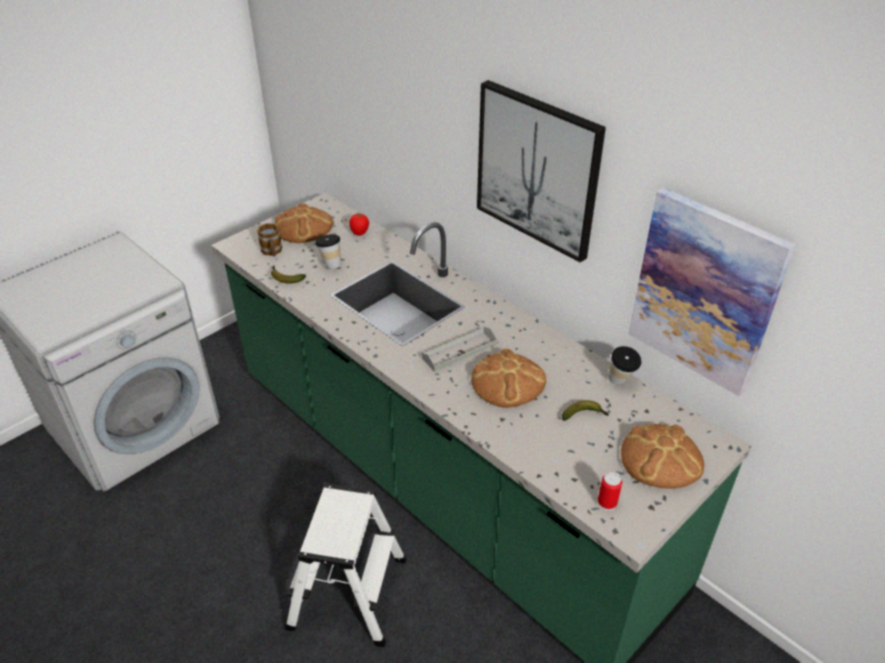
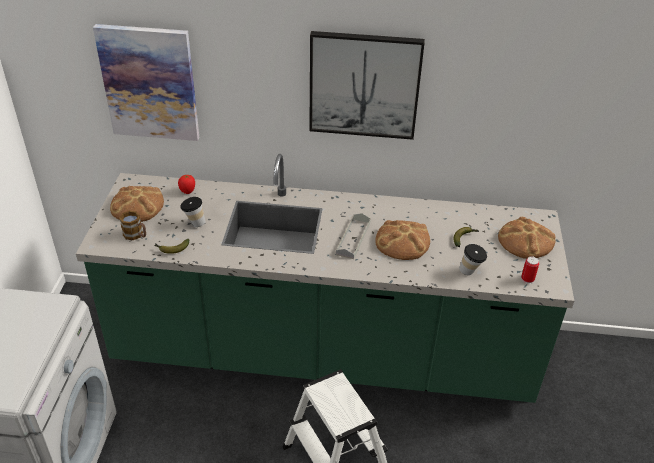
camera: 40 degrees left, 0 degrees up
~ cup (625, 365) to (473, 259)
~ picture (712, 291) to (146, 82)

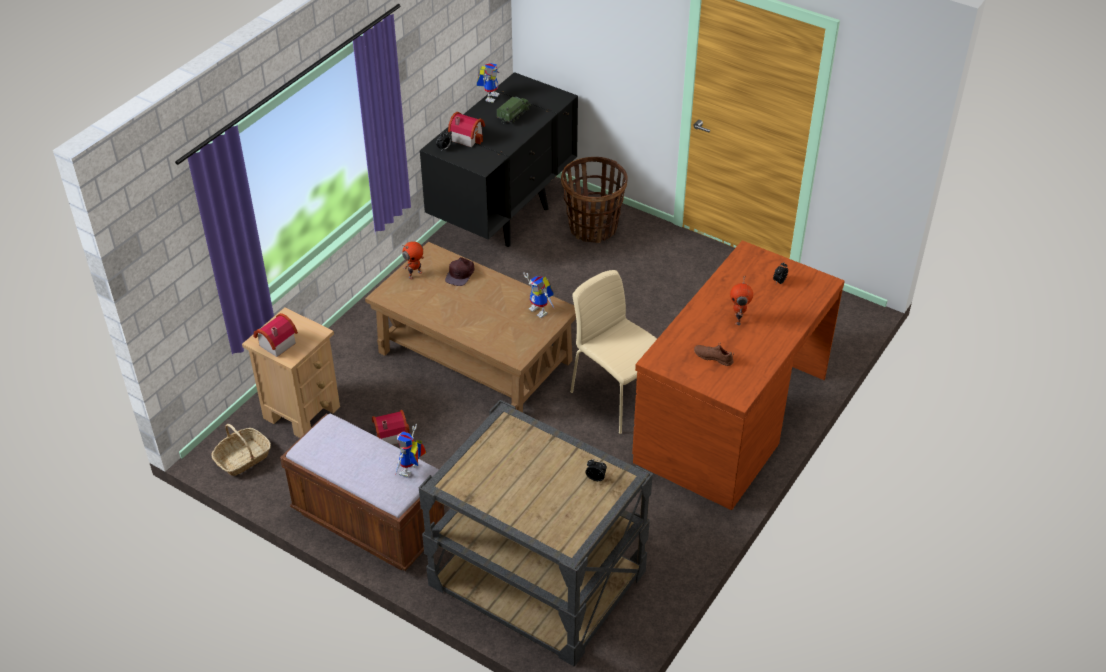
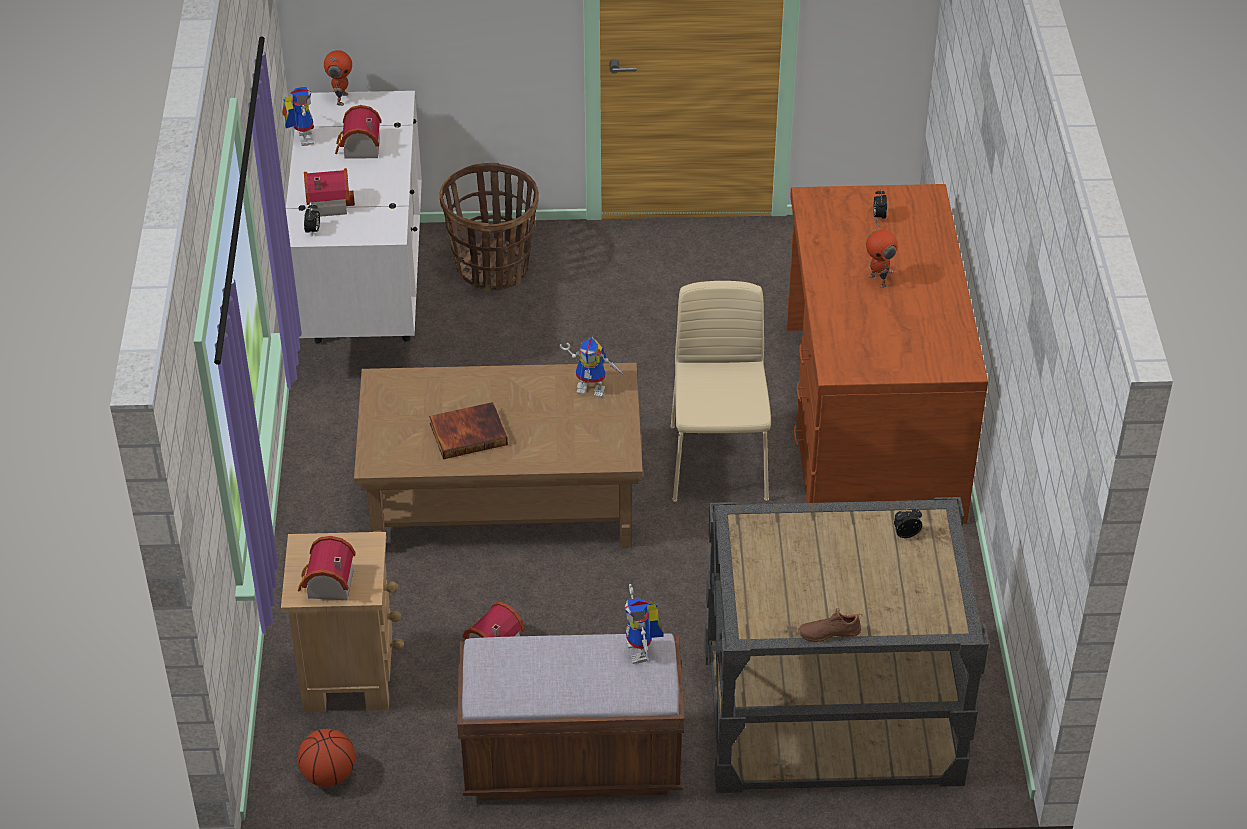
camera: 35 degrees left, 0 degrees up
~ basket (241, 450) to basketball (326, 758)
~ toy robot (413, 260) to (338, 78)
~ dresser in black (499, 159) to dresser in white (354, 217)
- cap in brown (459, 271)
~ toy truck (514, 109) to toy house (358, 132)
~ chair in beige (613, 352) = (720, 391) 75 degrees clockwise
~ shoe in brown (714, 354) to (830, 625)
+ book (468, 430)

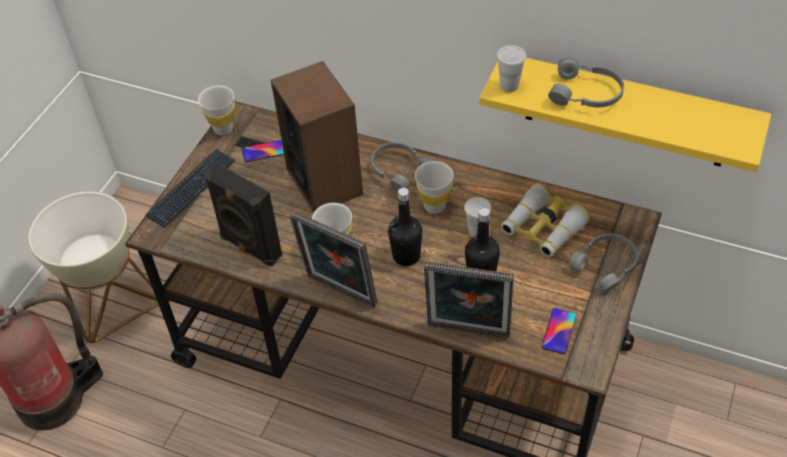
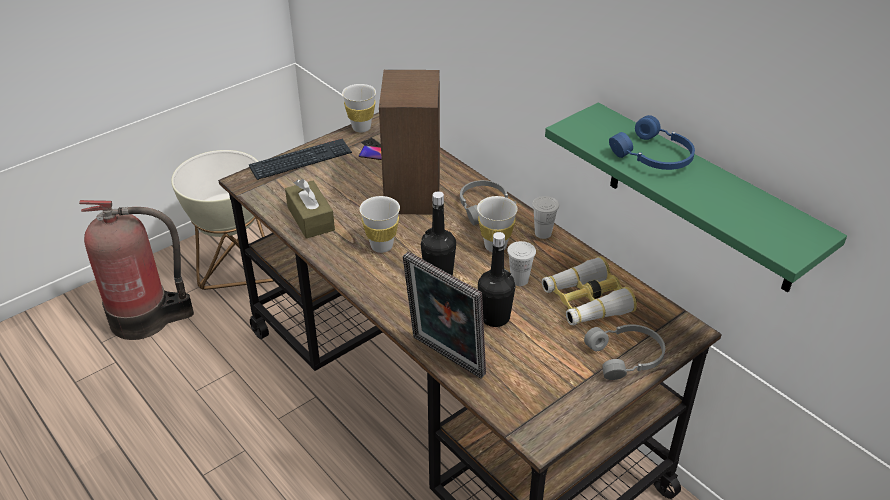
camera: 25 degrees right, 10 degrees down
~ speaker in black (243, 215) to tissue box in brown (310, 209)
- picture frame (333, 259)
~ shelf in yellow (625, 115) to shelf in green (696, 197)
~ cup in white (511, 68) to (545, 217)
- phone (559, 331)
~ headphones in grey (586, 81) to headphones in blue (652, 142)

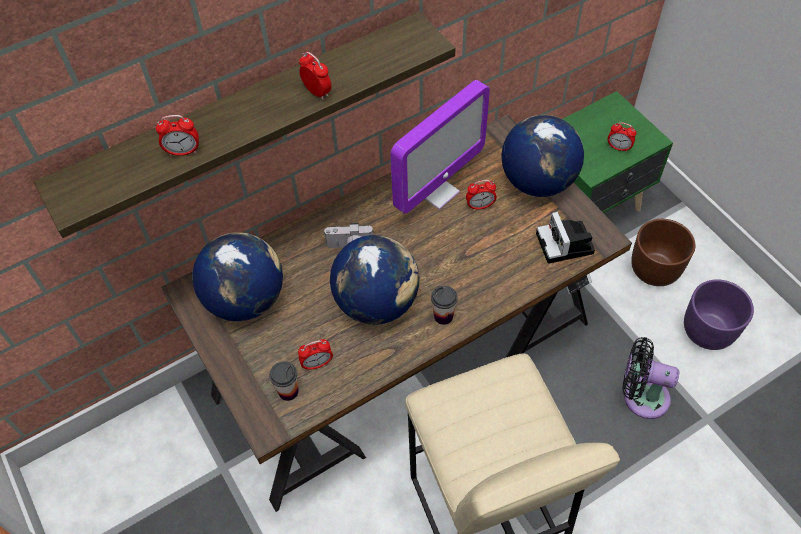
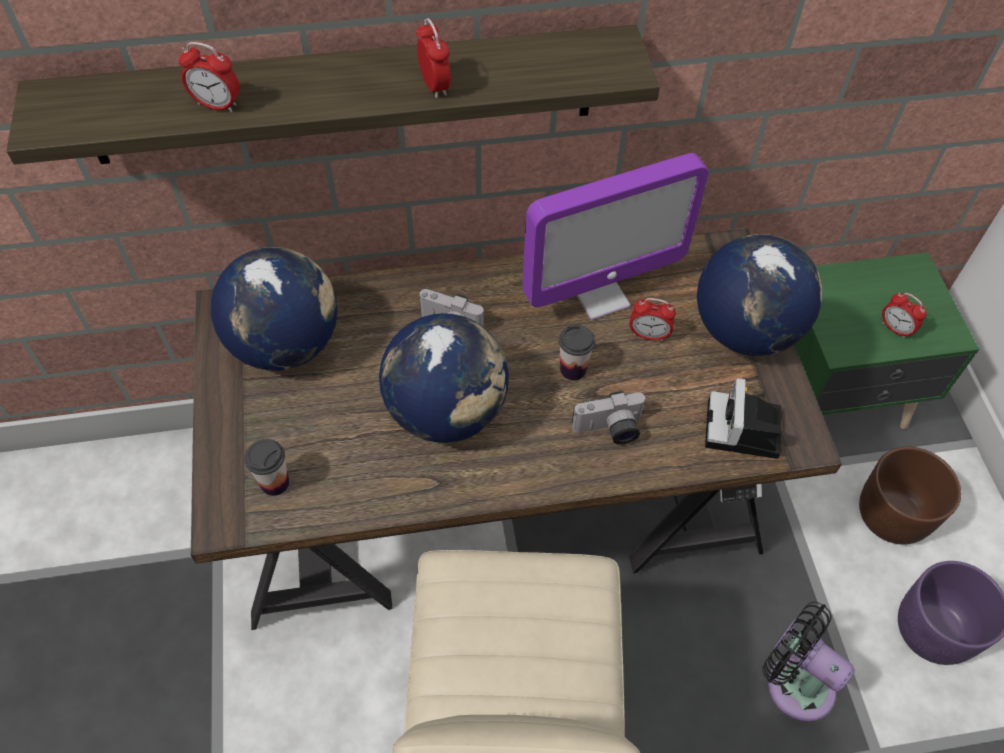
camera: 20 degrees right, 0 degrees up
- alarm clock (315, 355)
~ cup (444, 305) to (577, 352)
+ photo camera (609, 418)

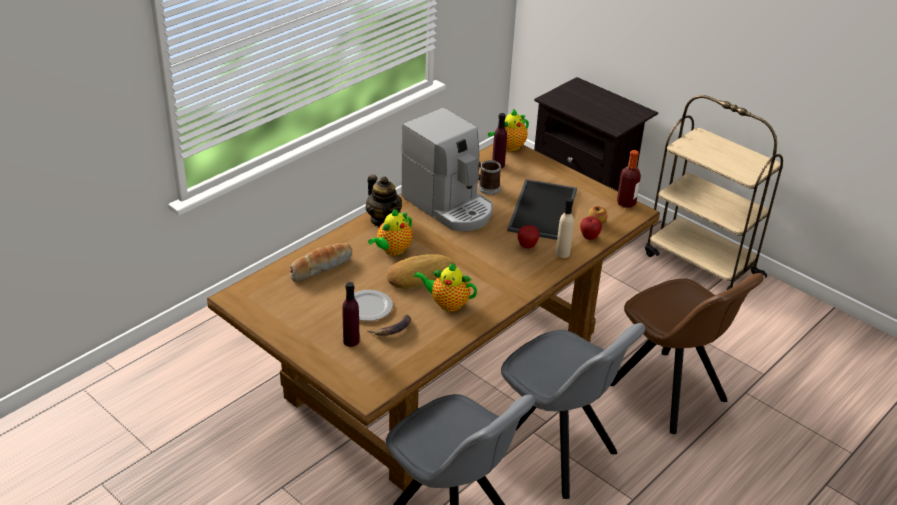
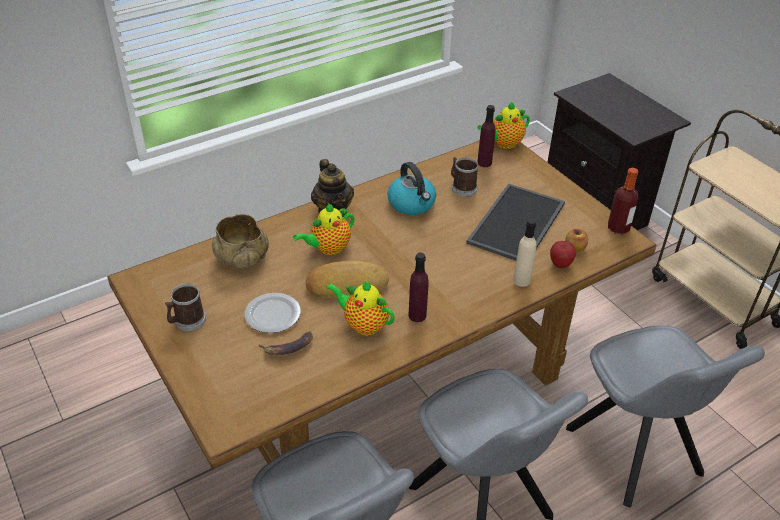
camera: 15 degrees right, 5 degrees up
~ bread (321, 262) to bowl in beige (240, 241)
~ bottle in purple (350, 314) to (418, 287)
~ coffee machine (447, 169) to kettle (411, 188)
- apple (529, 237)
~ chair in brown (687, 353) to chair in grey (665, 417)
+ mug (185, 307)

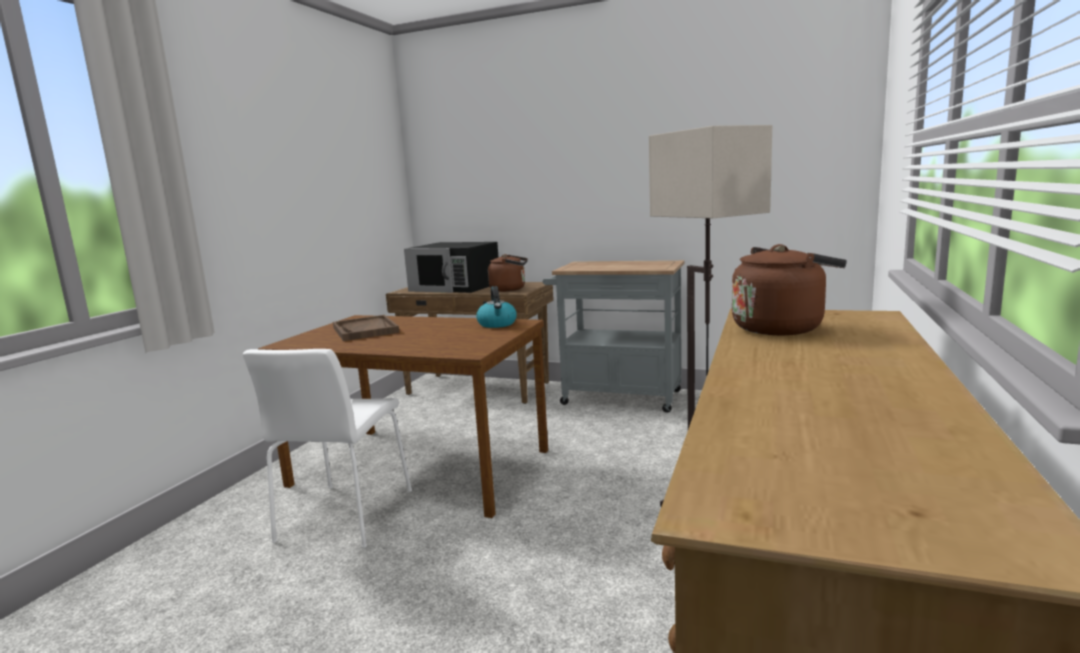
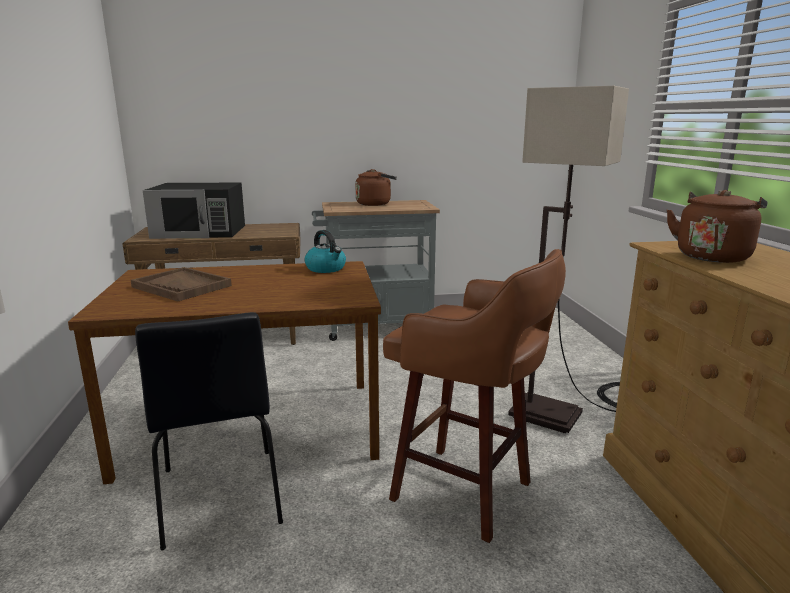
camera: 30 degrees left, 5 degrees up
~ chair in white (327, 448) to chair in black (209, 431)
~ kettle in brown (508, 273) to (376, 187)
+ stool in brown (474, 396)

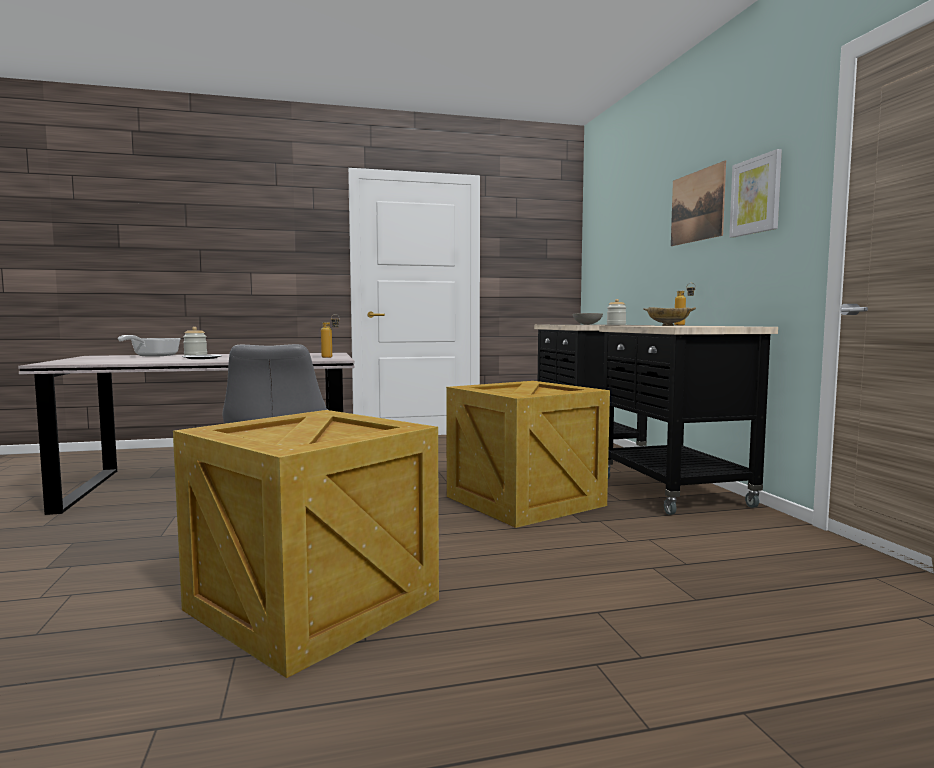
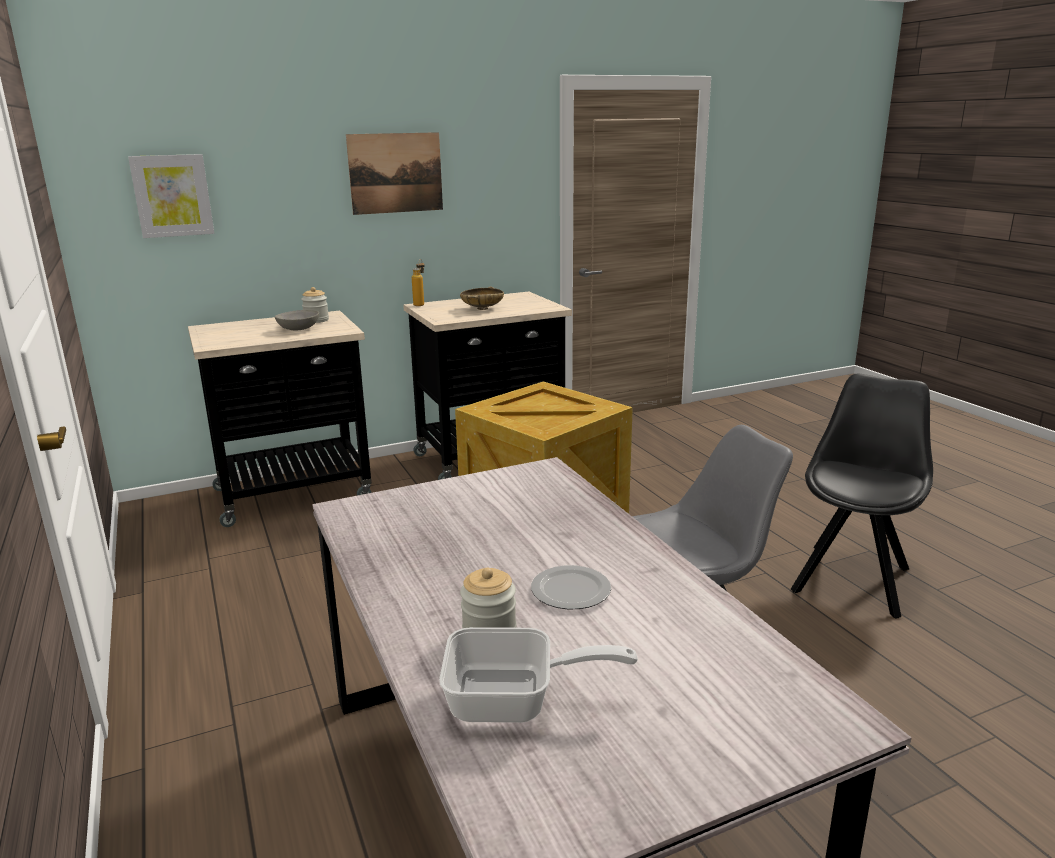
camera: 100 degrees left, 15 degrees up
~ crate (306, 544) to chair in black (862, 496)
- bottle (330, 336)
~ picture (755, 193) to (171, 196)

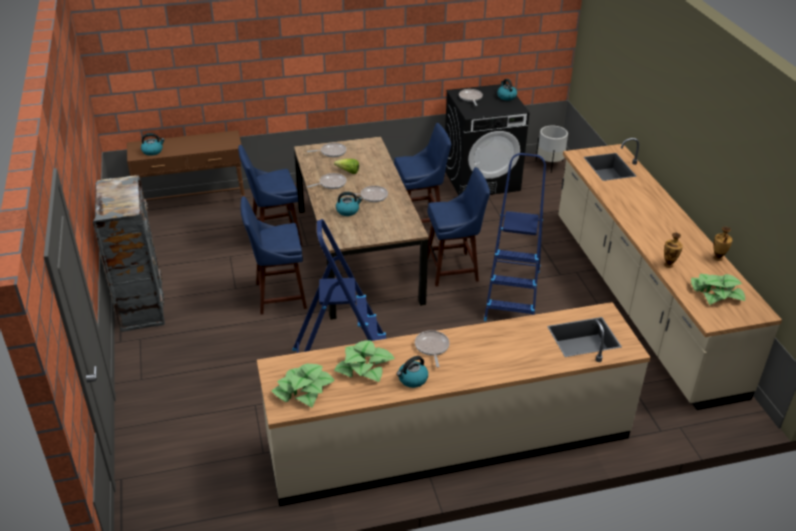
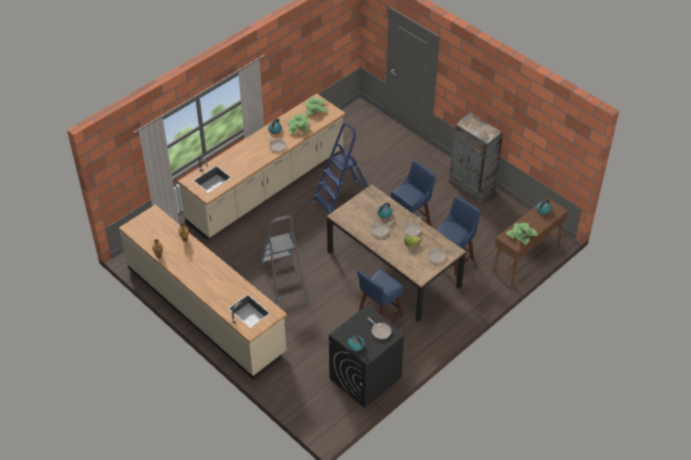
camera: 150 degrees right, 10 degrees up
- chair in blue (458, 226)
~ step ladder in blue (515, 237) to step ladder in grey (283, 260)
- planter in white (552, 149)
~ potted plant (718, 289) to (522, 234)

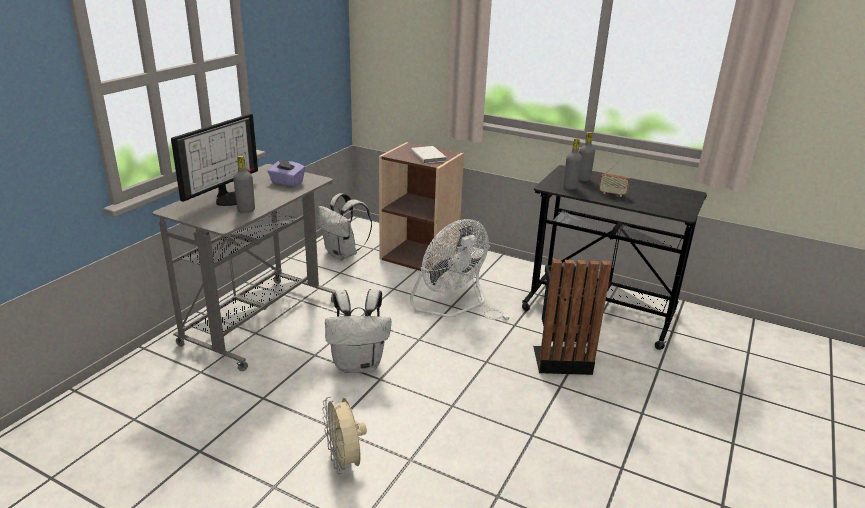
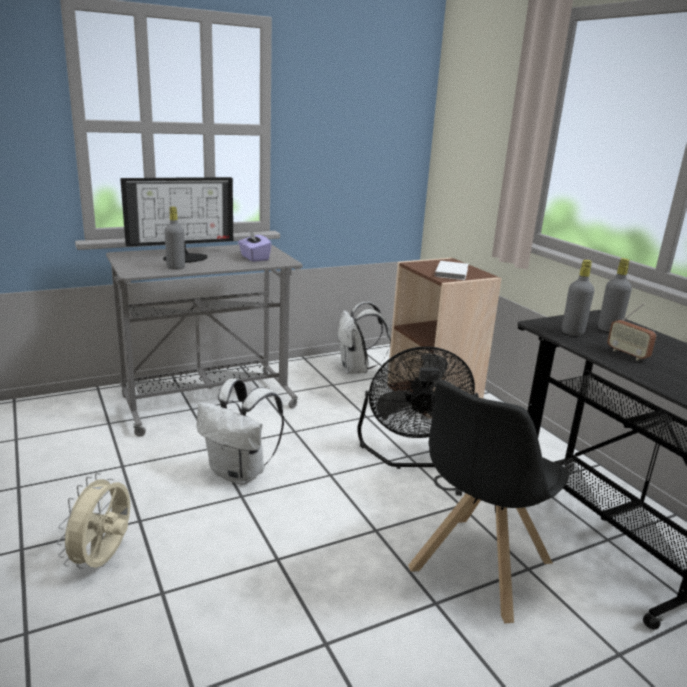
camera: 35 degrees right, 5 degrees down
~ fan in white (459, 269) to fan in black (418, 421)
~ trash can in black (572, 317) to chair in black (488, 501)

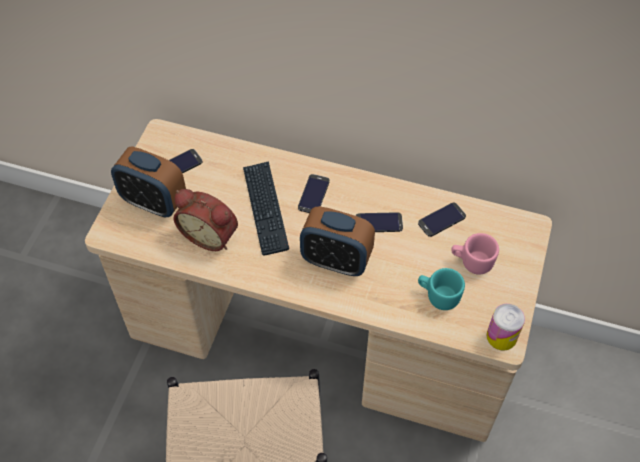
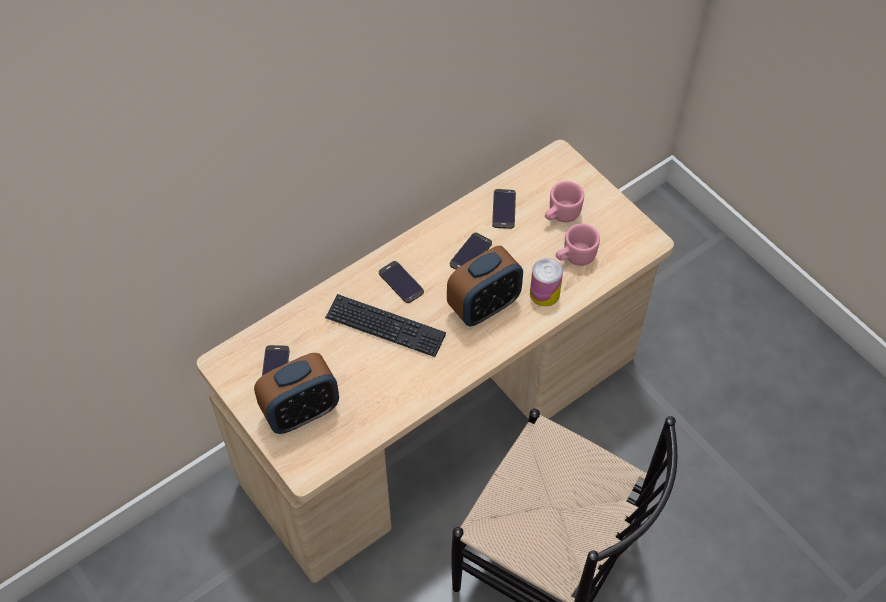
camera: 55 degrees left, 0 degrees up
- alarm clock (205, 220)
~ mug in turquoise (441, 289) to mug in pink (578, 244)
~ can (506, 327) to (546, 282)

